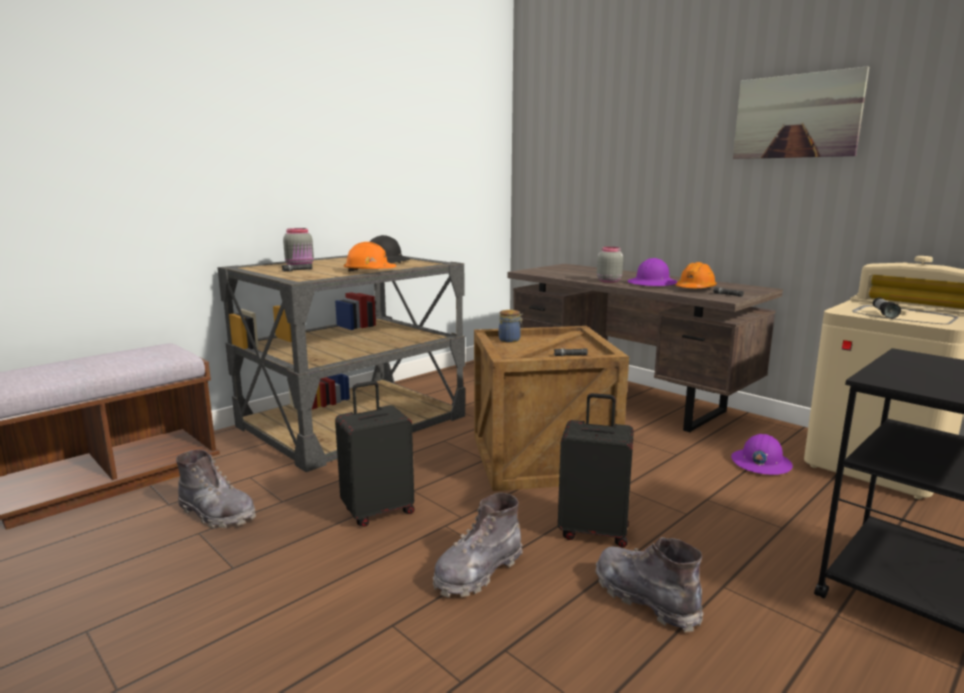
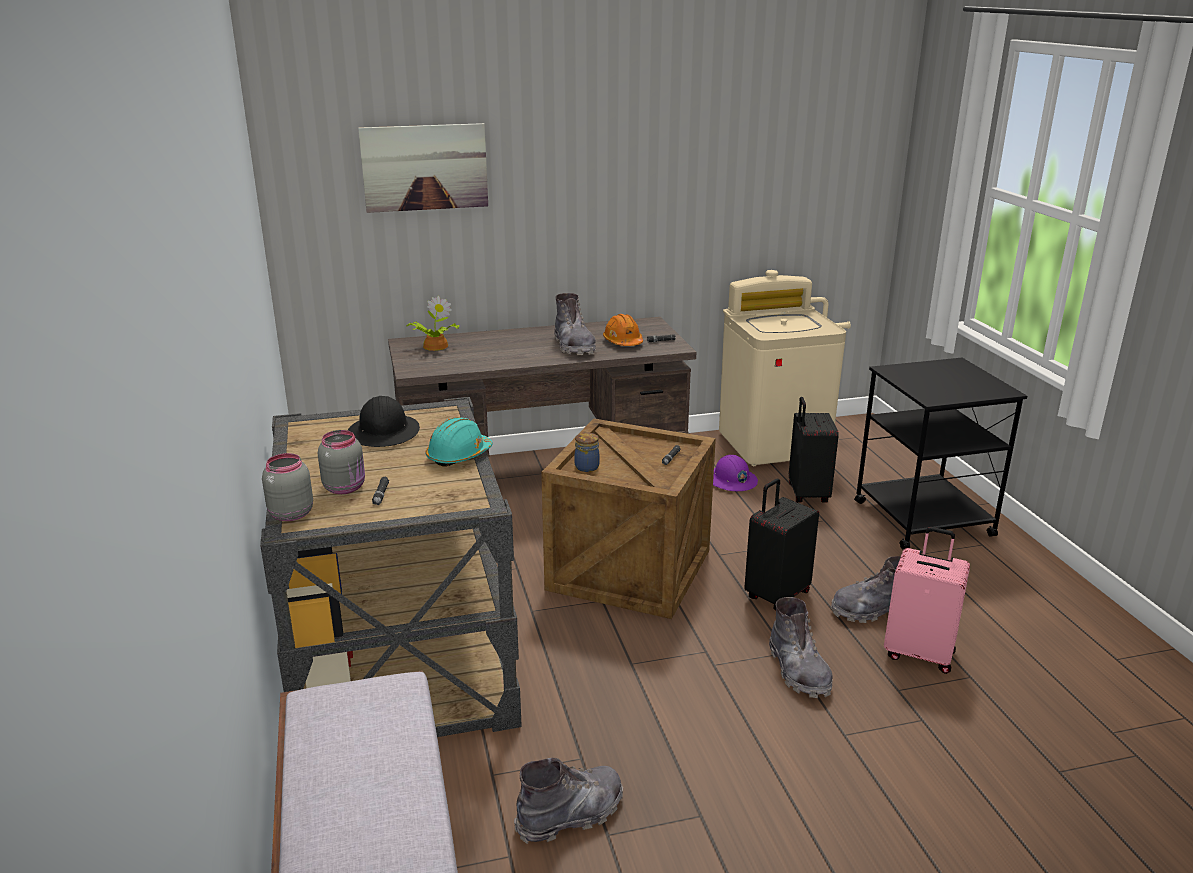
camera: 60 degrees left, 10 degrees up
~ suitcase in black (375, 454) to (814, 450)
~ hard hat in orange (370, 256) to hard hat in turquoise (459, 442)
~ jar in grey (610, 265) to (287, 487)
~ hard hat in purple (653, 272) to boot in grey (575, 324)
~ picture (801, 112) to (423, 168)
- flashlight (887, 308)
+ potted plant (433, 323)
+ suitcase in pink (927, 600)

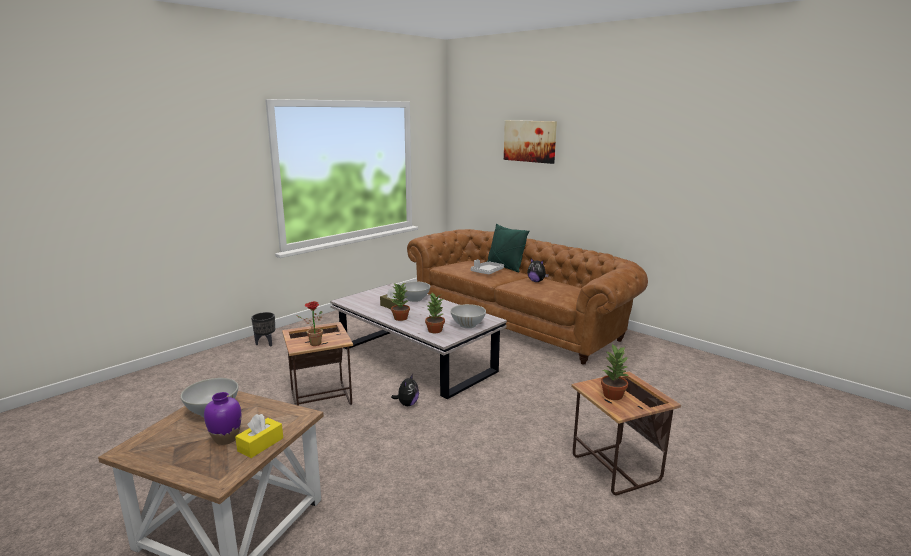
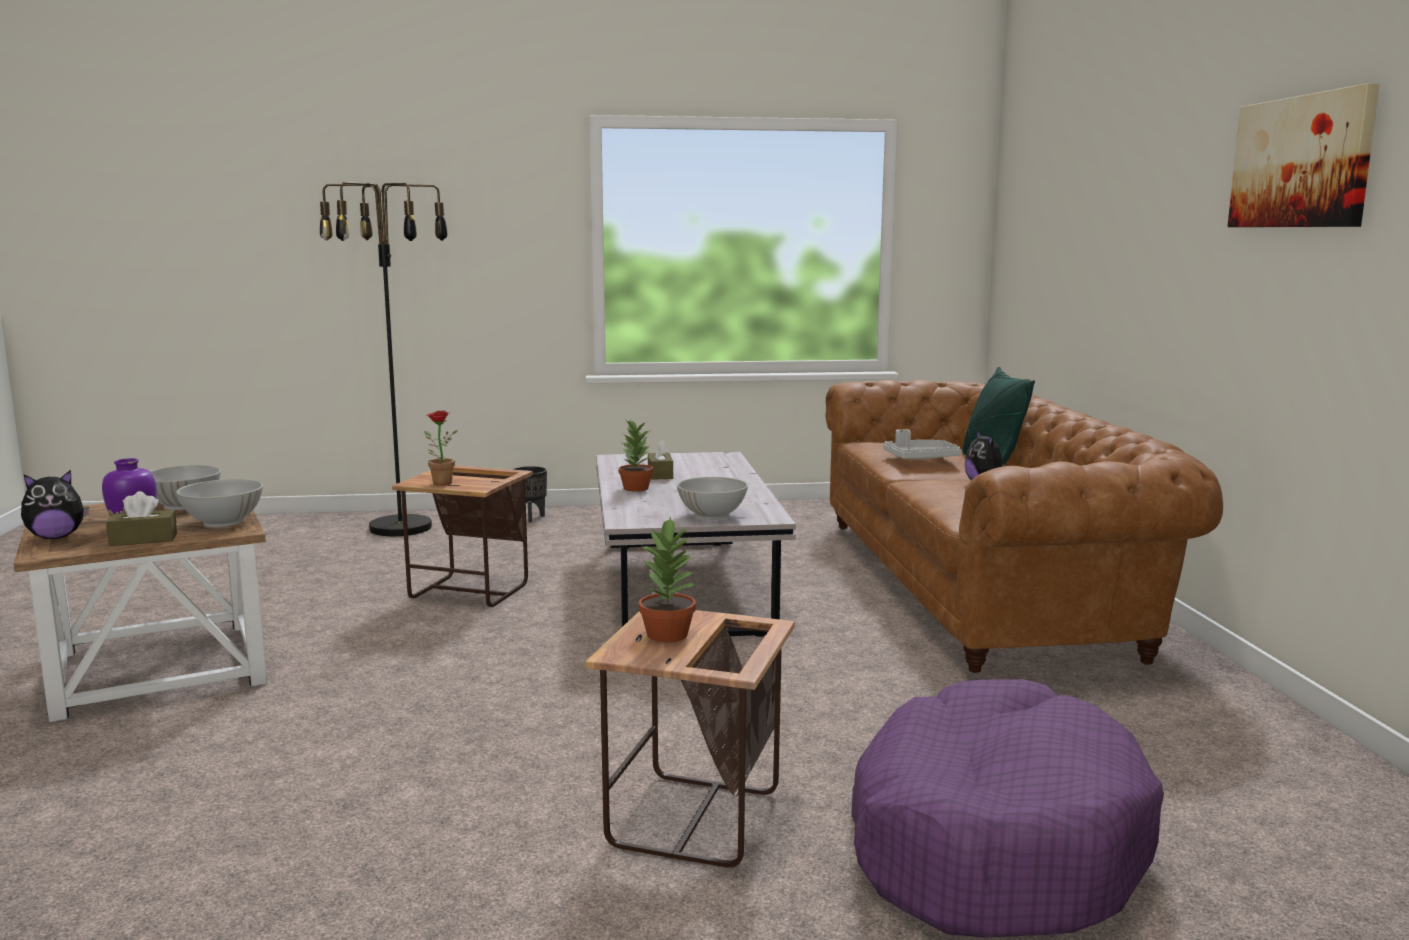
camera: 40 degrees right, 5 degrees down
~ tissue box in yellow (259, 436) to tissue box in brown (141, 518)
~ plush toy (405, 390) to (55, 504)
~ bowl in white (415, 291) to (219, 503)
- potted plant (435, 313)
~ picture (530, 142) to (1304, 155)
+ floor lamp (383, 359)
+ dog bed in purple (1007, 808)

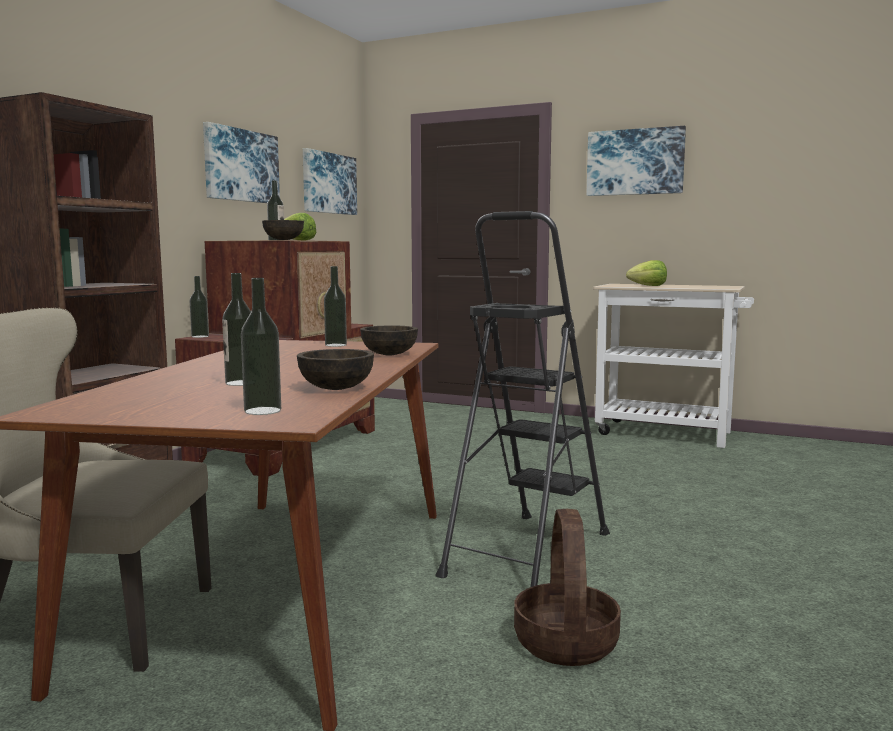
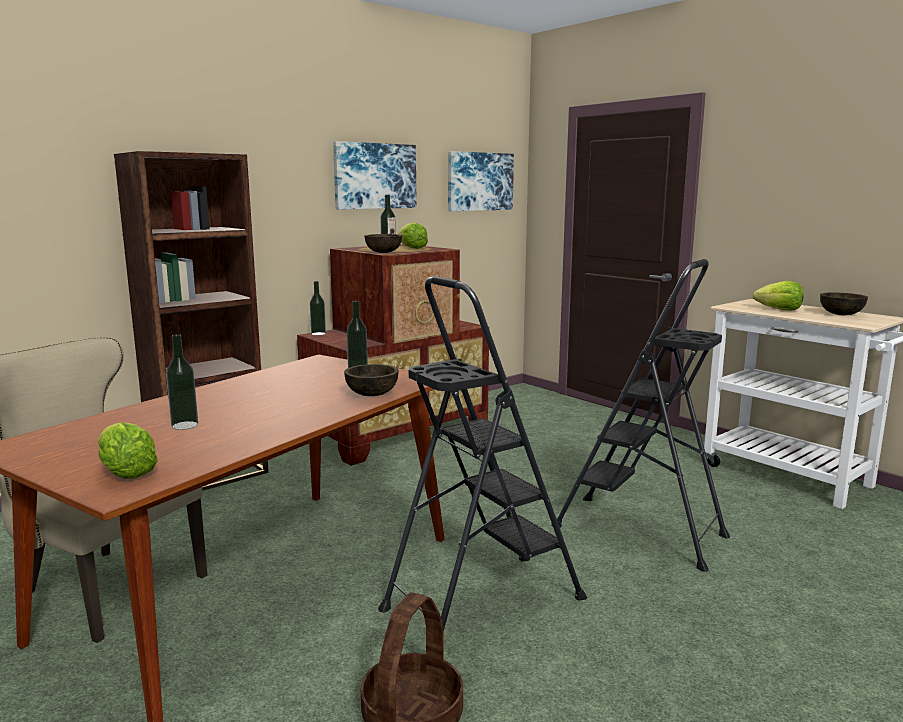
camera: 25 degrees right, 5 degrees up
~ bottle (261, 346) to lettuce (128, 450)
~ bowl in brown (335, 369) to (844, 304)
- picture (636, 161)
+ step ladder (640, 415)

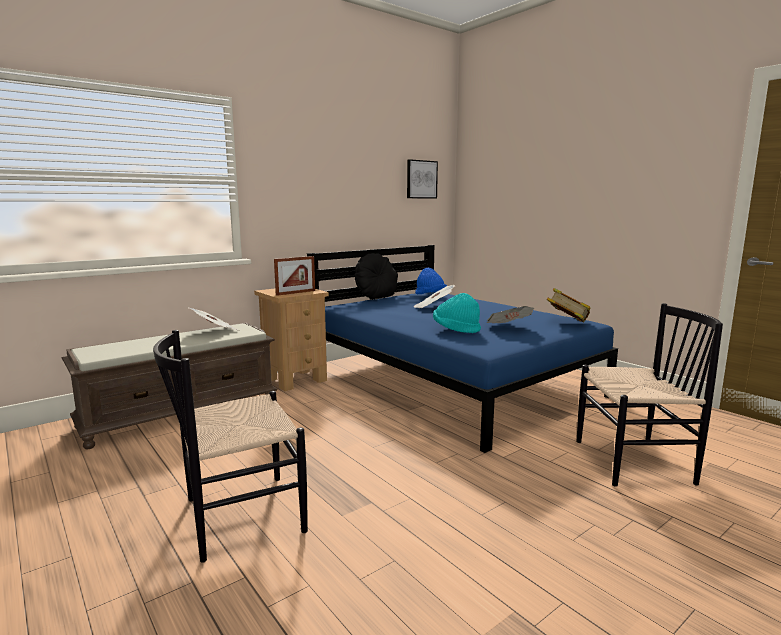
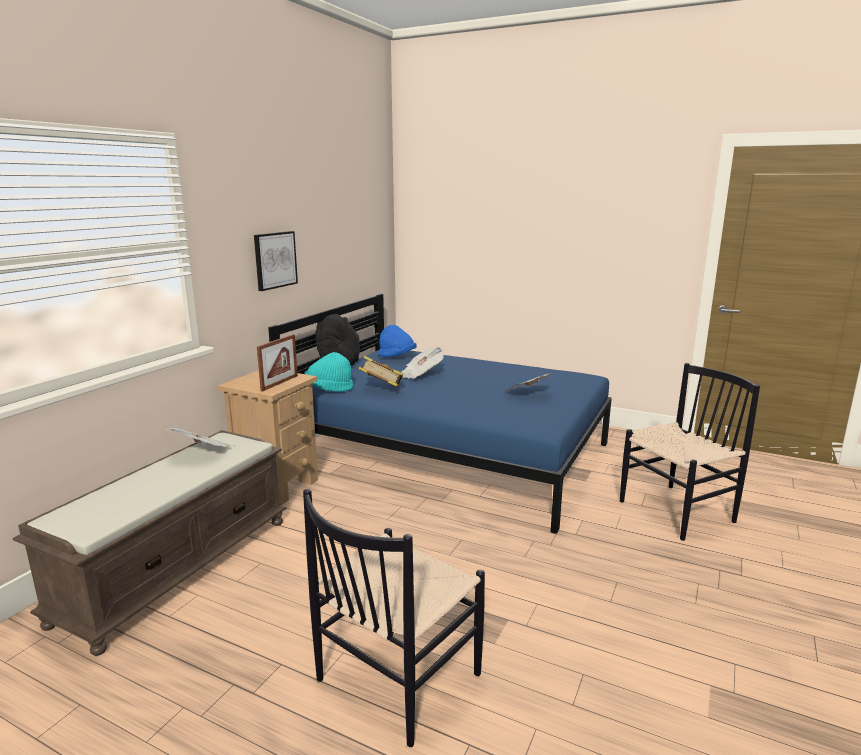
camera: 25 degrees left, 5 degrees up
~ picture (422, 179) to (276, 261)
~ hat in turquoise (457, 313) to (329, 372)
~ book (569, 305) to (380, 371)

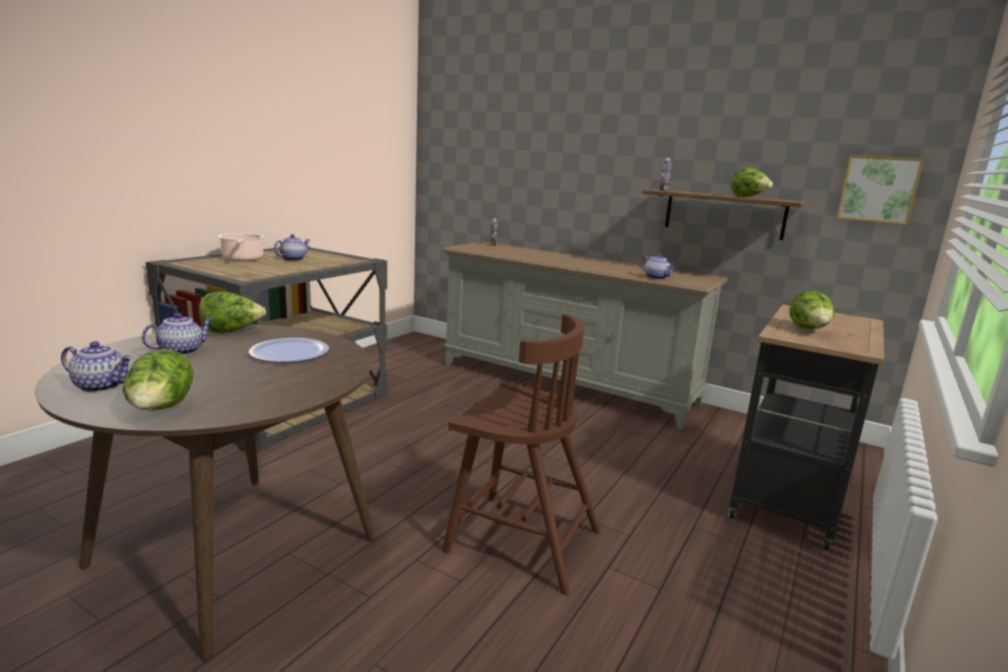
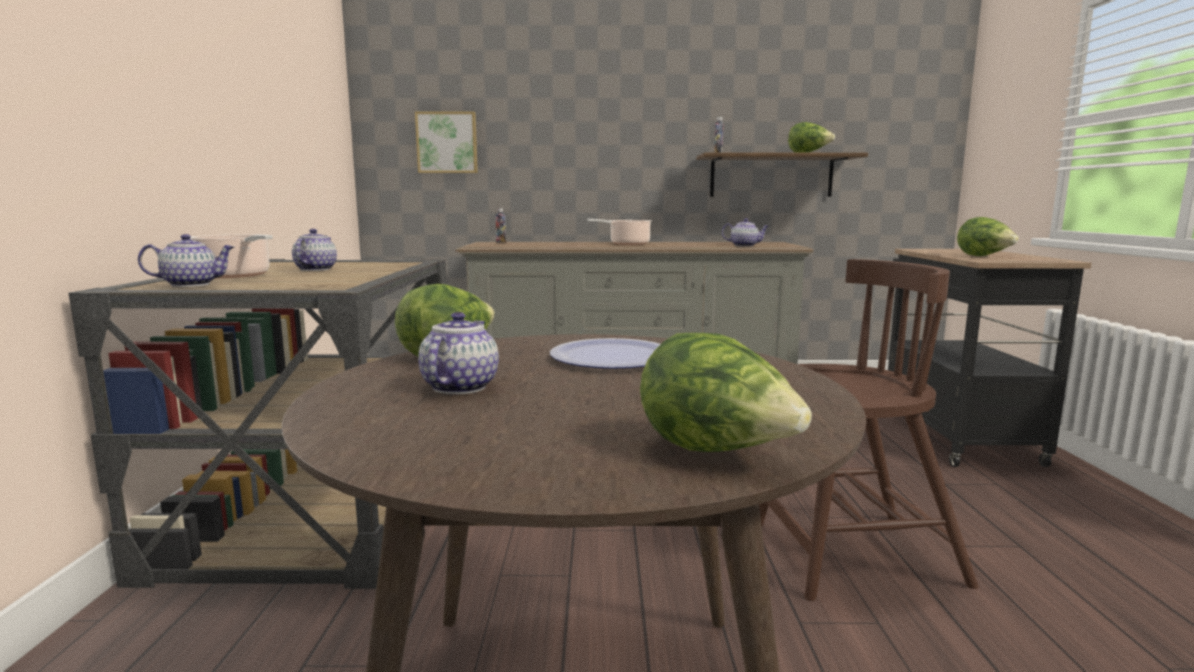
camera: 30 degrees left, 5 degrees down
~ teapot (97, 367) to (186, 260)
~ picture (880, 190) to (446, 142)
+ cooking pot (619, 232)

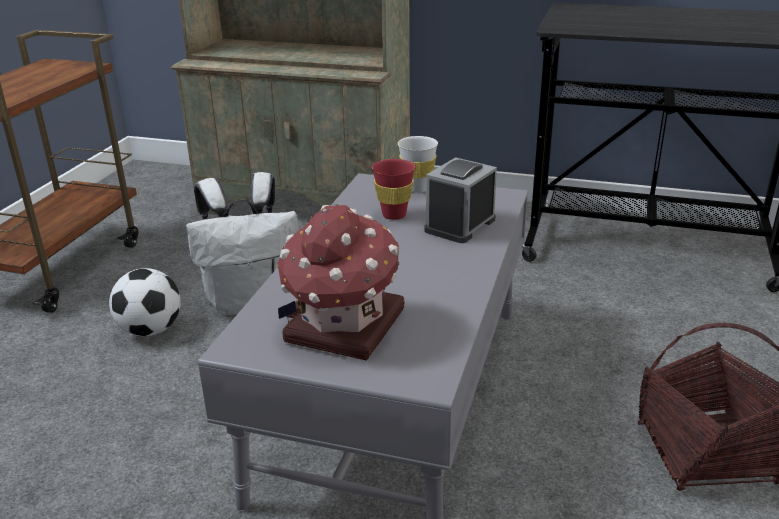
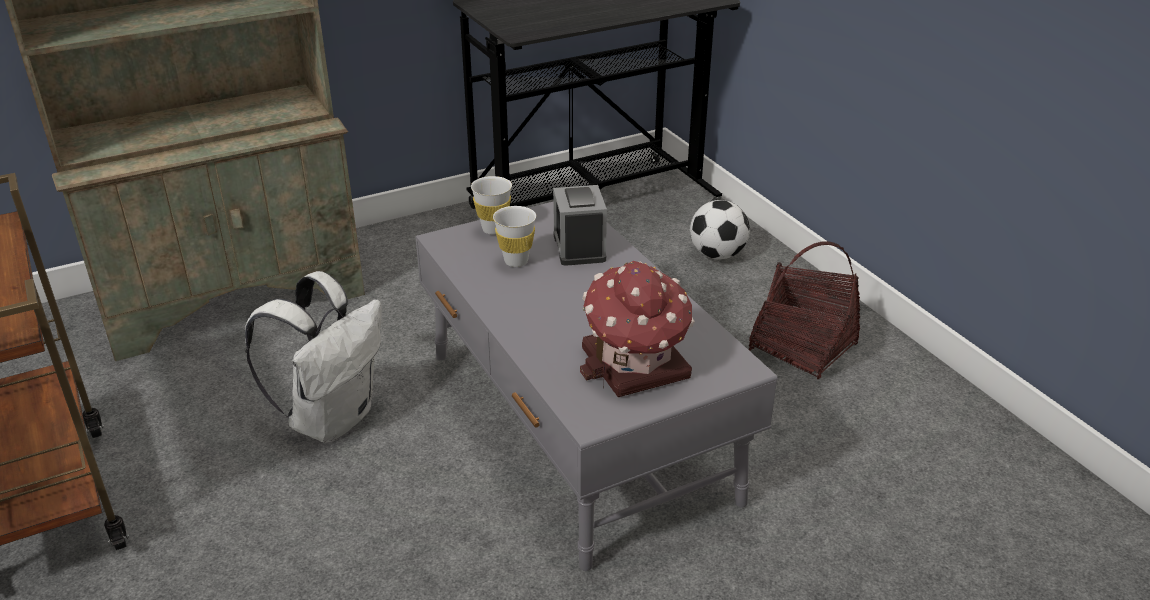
camera: 45 degrees left, 5 degrees up
~ football (145, 302) to (720, 229)
~ cup in red (393, 189) to cup in white (514, 236)

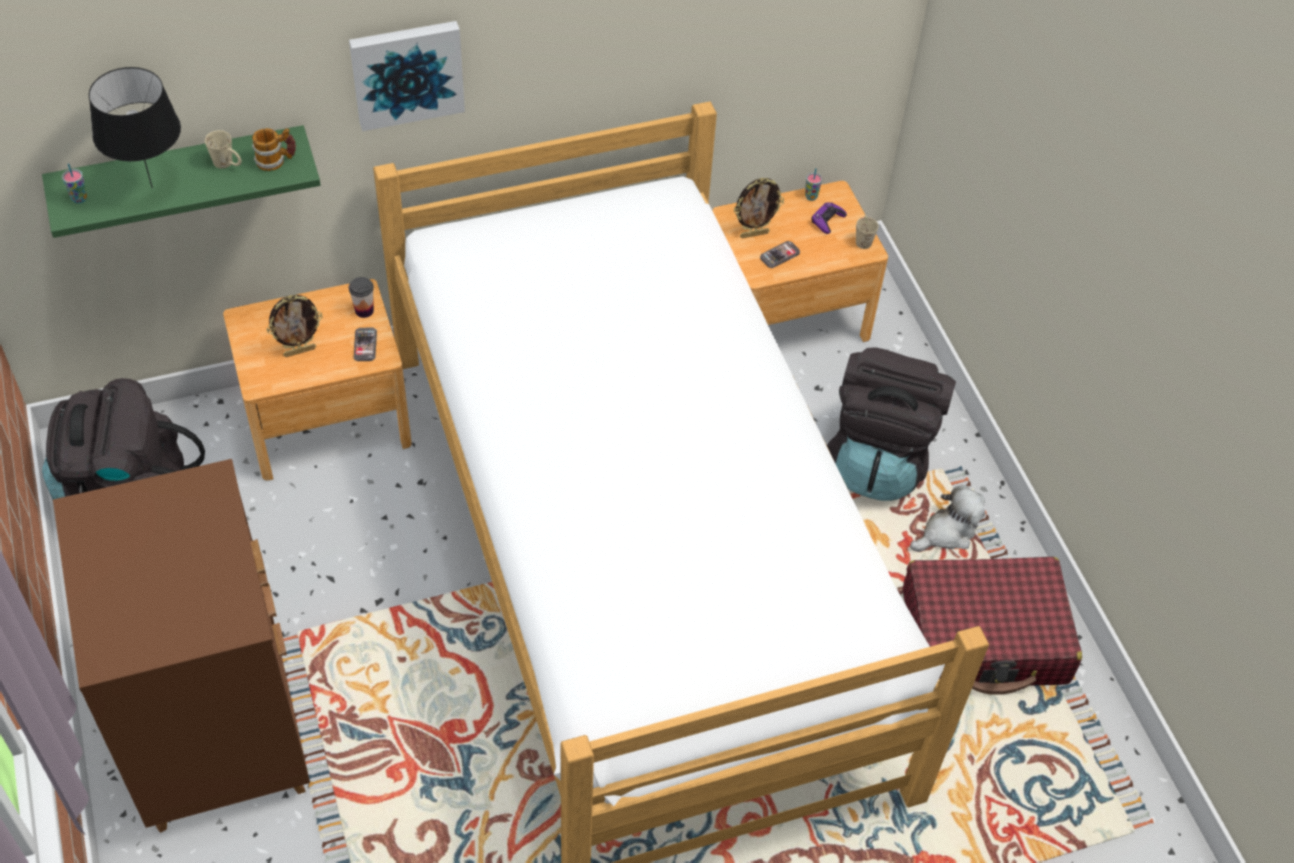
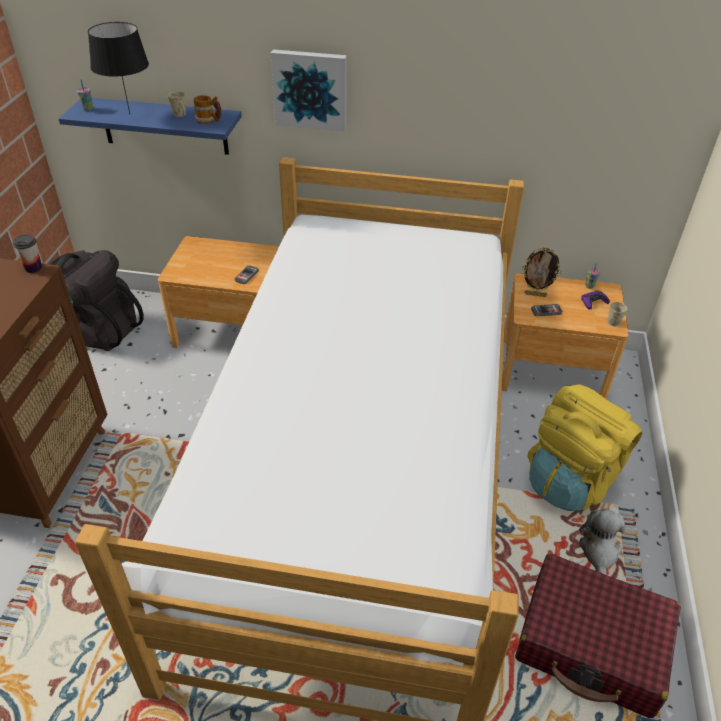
camera: 30 degrees right, 10 degrees down
~ shelf in green (181, 181) to shelf in blue (150, 126)
- picture frame (295, 326)
~ cup (361, 297) to (27, 253)
~ backpack in black (891, 424) to backpack in yellow (584, 447)
~ plush toy (947, 518) = (602, 541) 75 degrees counterclockwise

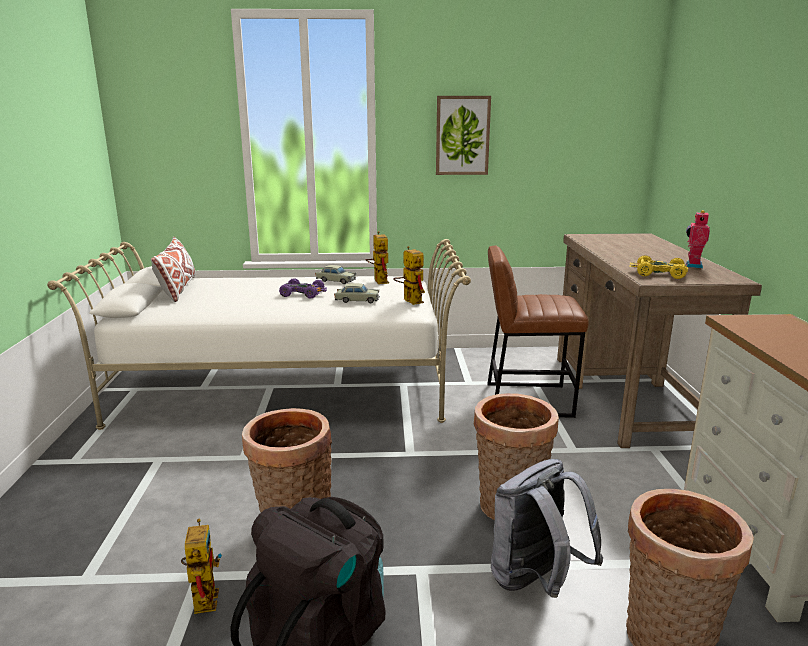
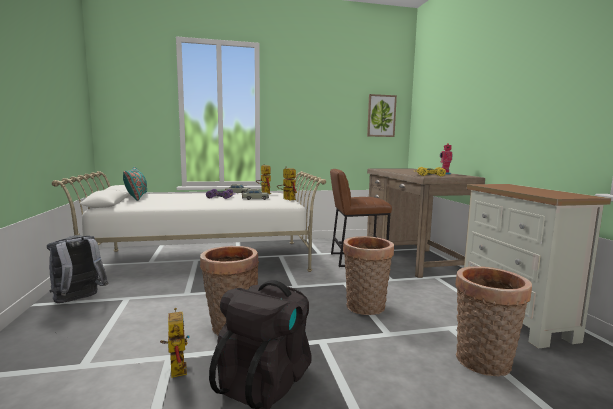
camera: 10 degrees left, 10 degrees down
~ pillow in white (173, 269) to pillow in turquoise (135, 184)
~ picture (463, 135) to (382, 115)
~ backpack in grey (547, 528) to (78, 269)

